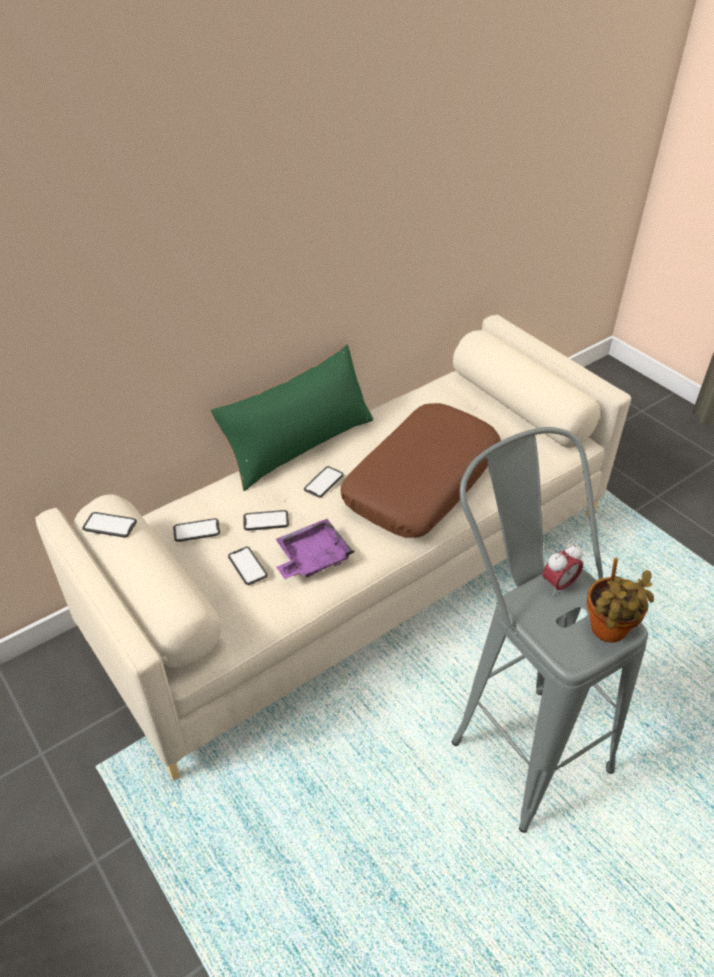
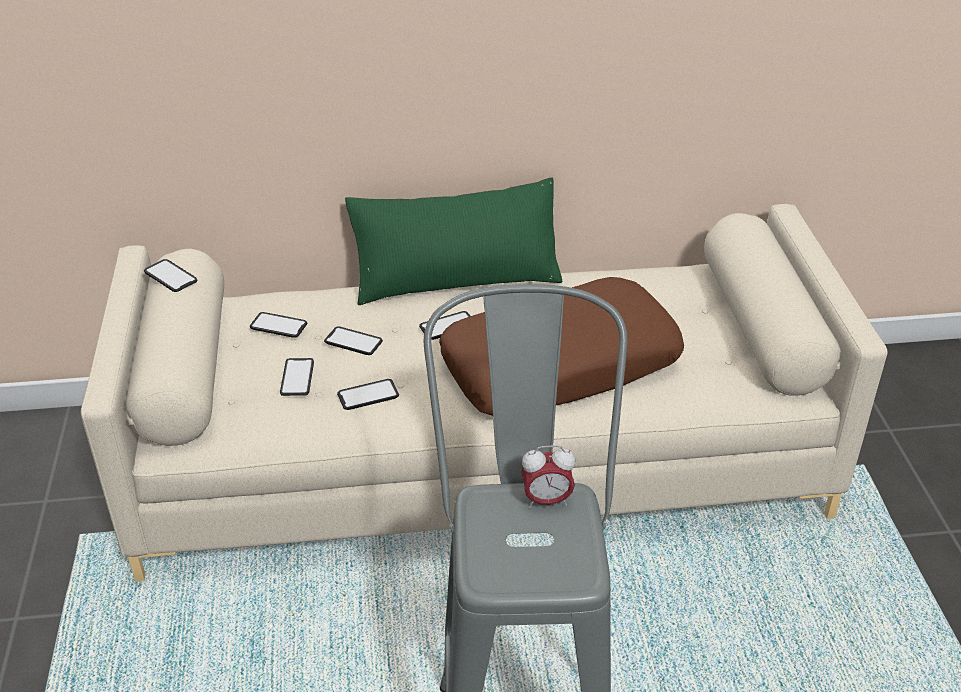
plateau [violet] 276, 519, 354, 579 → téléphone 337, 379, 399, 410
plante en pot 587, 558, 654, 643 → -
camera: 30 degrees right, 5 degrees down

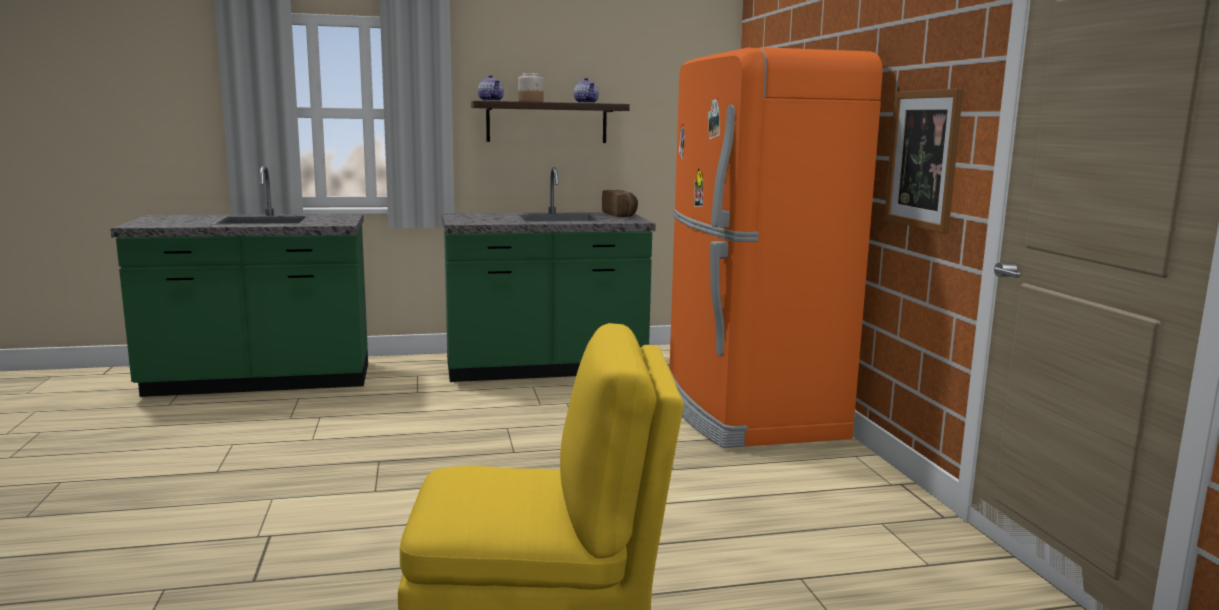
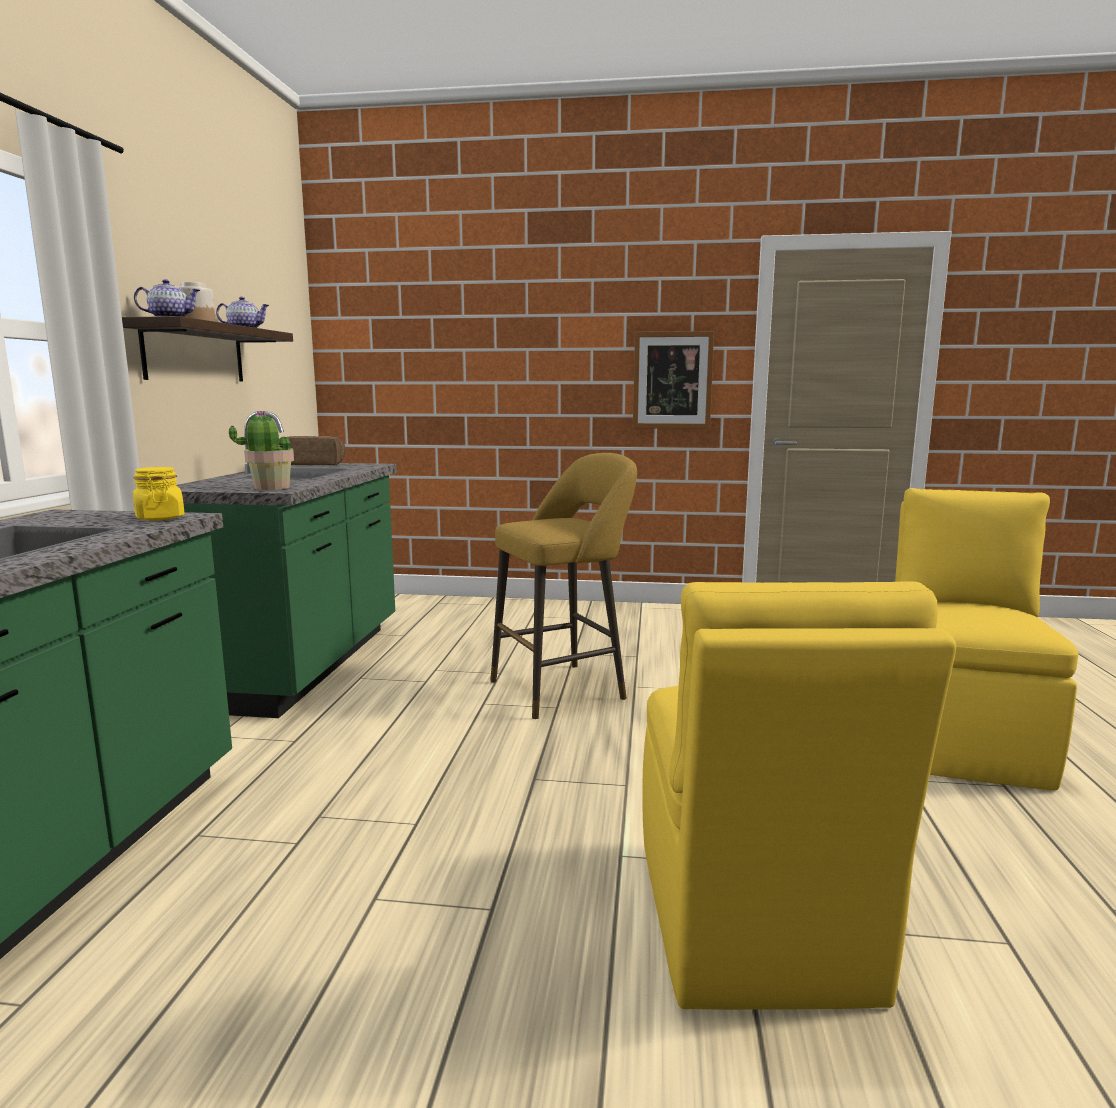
réfrigérateur [orange] 669, 47, 883, 448 → -
- → bocal [jaune] 133, 467, 185, 521
- → plante en pot 229, 411, 294, 490
- → tabouret [jaune] 490, 453, 637, 719
- → chaise [jaune] 642, 582, 956, 1010
camera: 70 degrees left, 0 degrees up

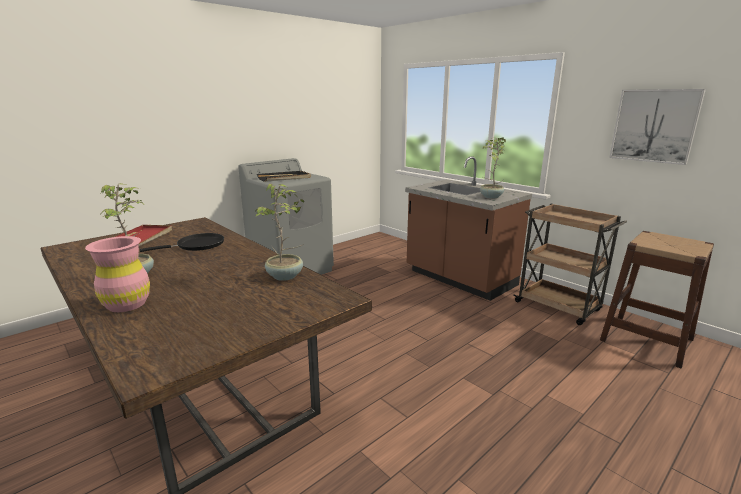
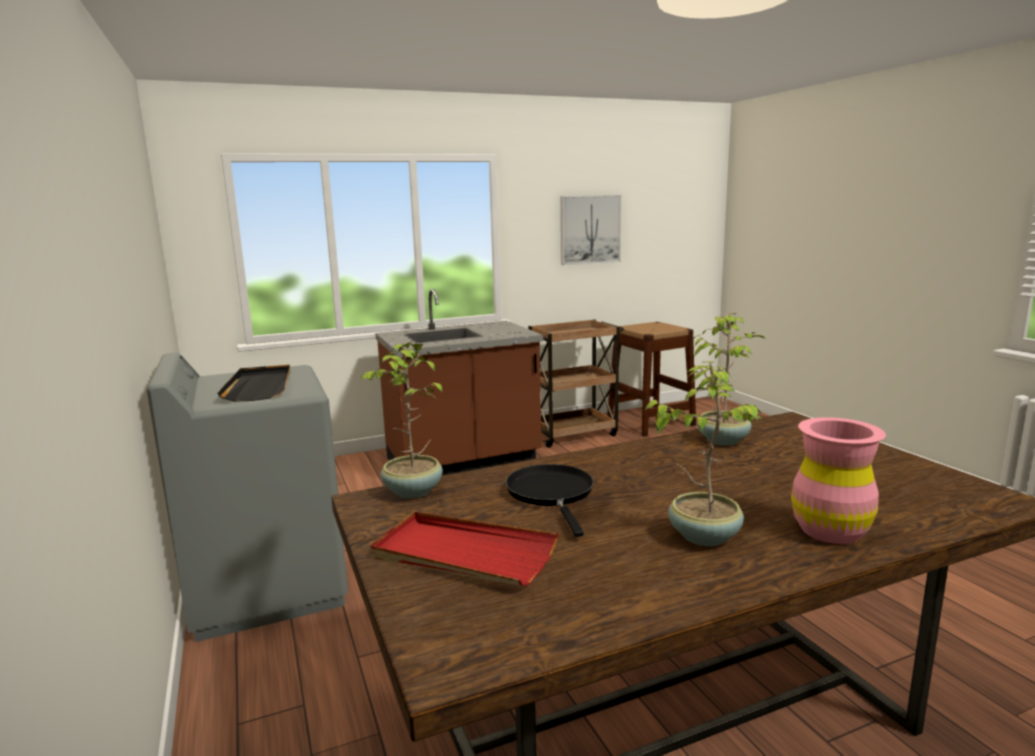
plante en pot 480, 137, 506, 199 → plante en pot 359, 341, 443, 498, relocated
camera: 70 degrees left, 5 degrees down

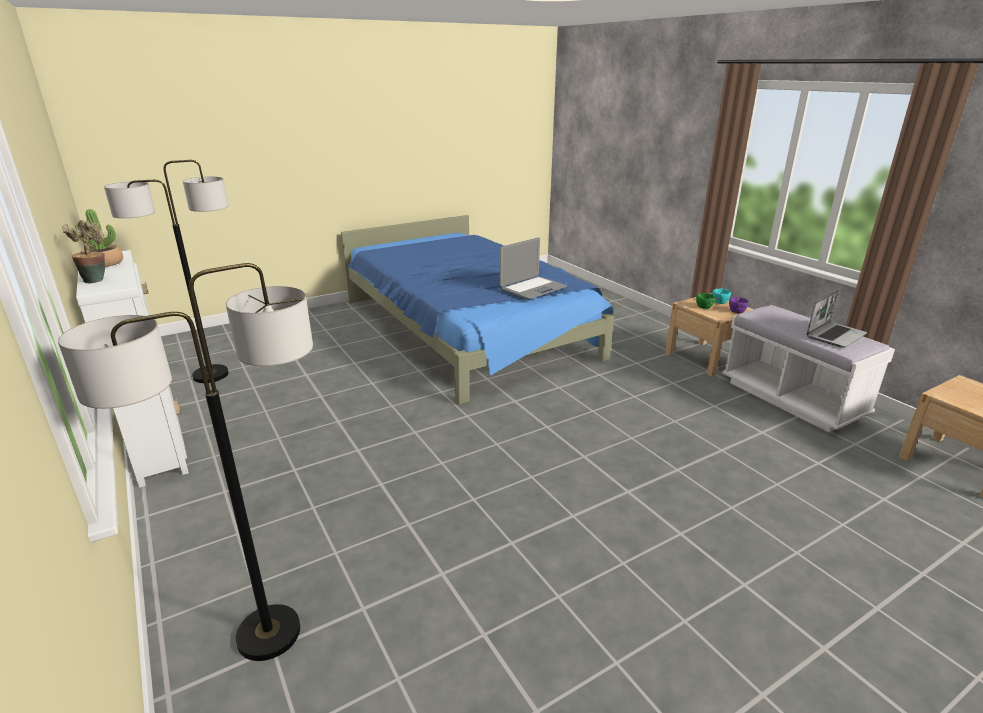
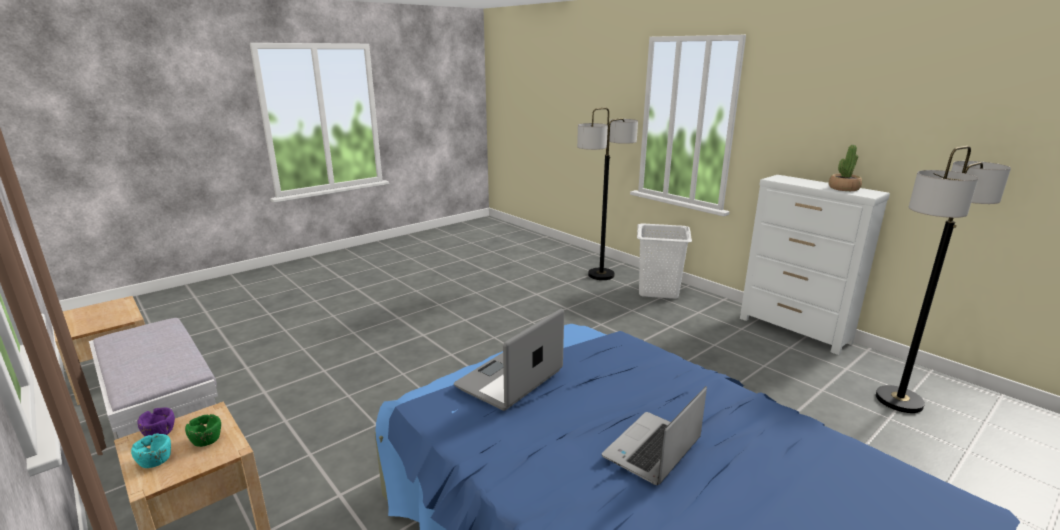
plante en pot 62, 220, 105, 284 → -
ordinateur portable 806, 290, 868, 347 → ordinateur portable 602, 386, 707, 485, relocated
- → panier à linge [blanc] 637, 223, 692, 299
camera: 170 degrees right, 5 degrees down

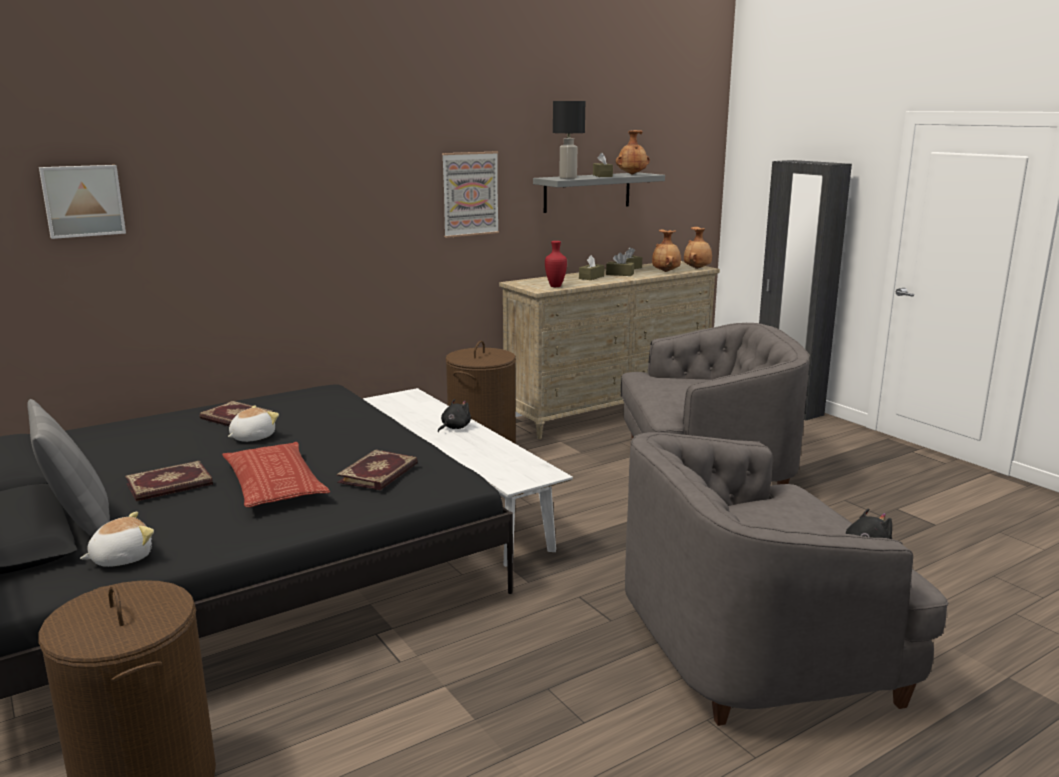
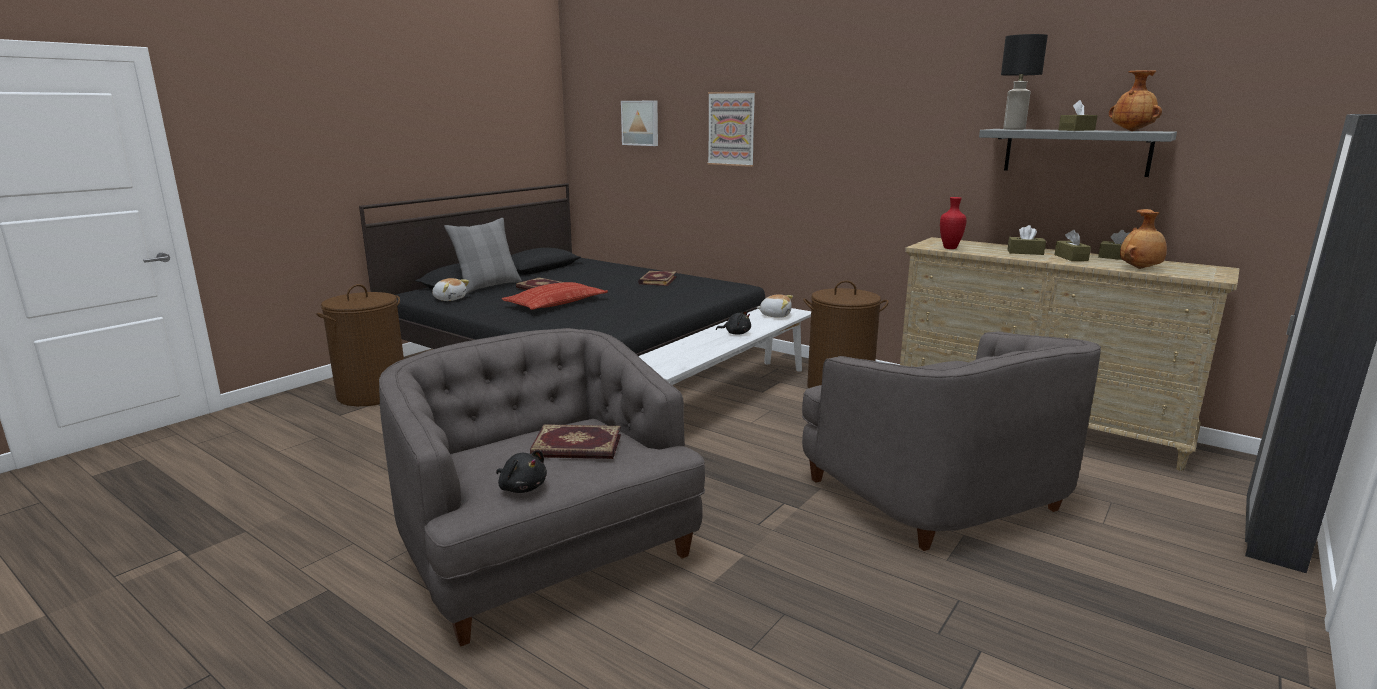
peluche 228, 405, 279, 442 → peluche 756, 294, 793, 318, relocated
livre 337, 449, 418, 490 → livre 530, 424, 621, 459, relocated
tableau 442, 152, 499, 238 → tableau 708, 91, 756, 167, relocated
vase [marron] 684, 227, 712, 269 → -
camera: 70 degrees right, 0 degrees up

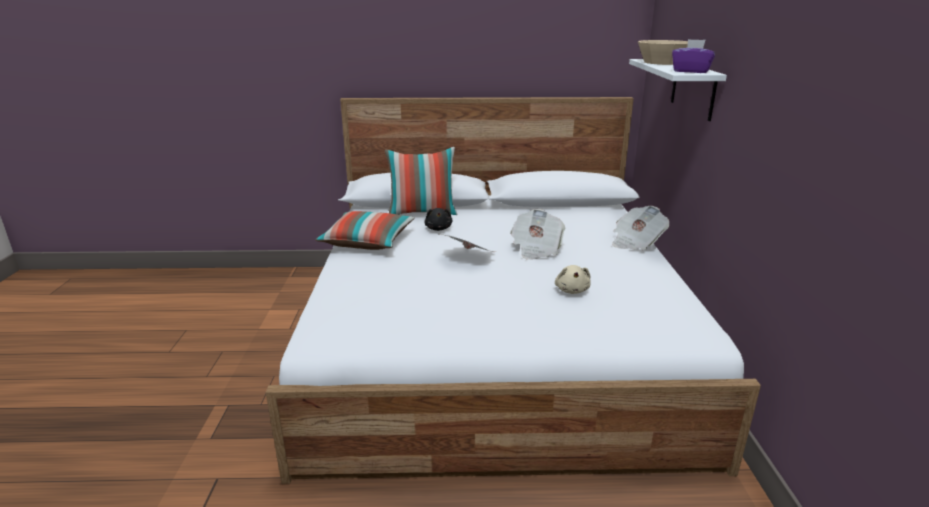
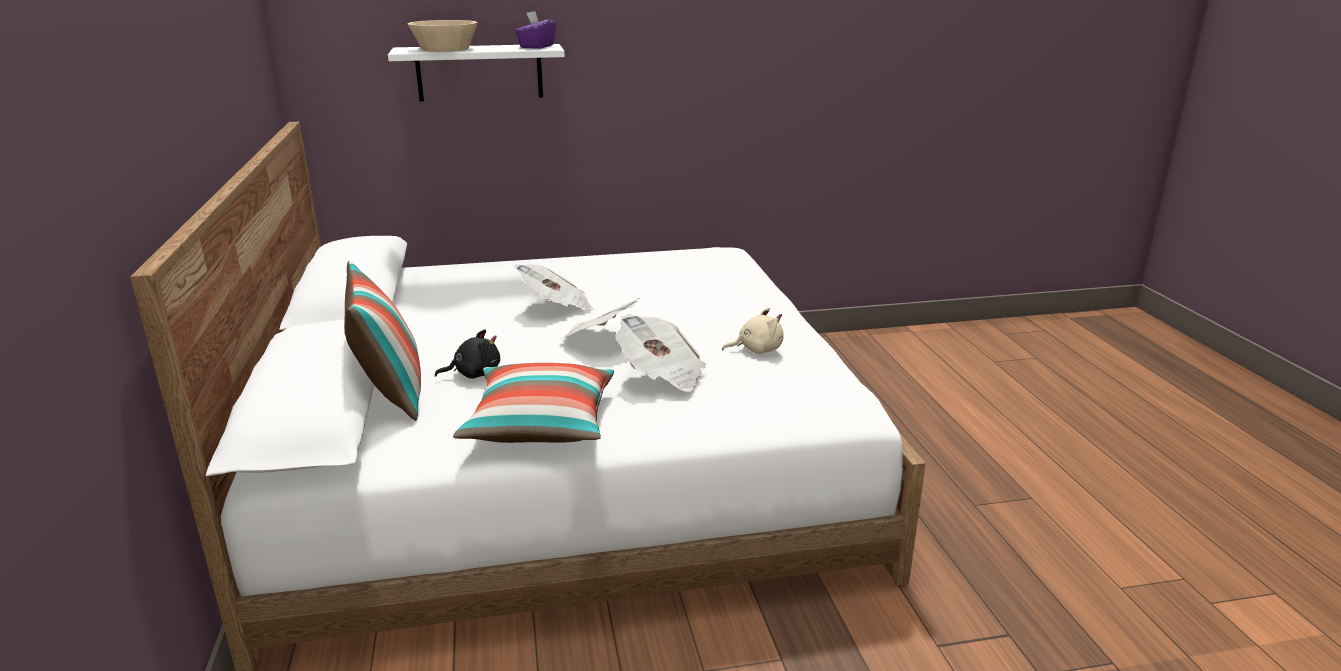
peluche [beige] 555, 265, 591, 294 → peluche [beige] 722, 308, 784, 354, relocated
journal 612, 206, 669, 250 → journal 615, 314, 706, 392, relocated
camera: 100 degrees left, 0 degrees up

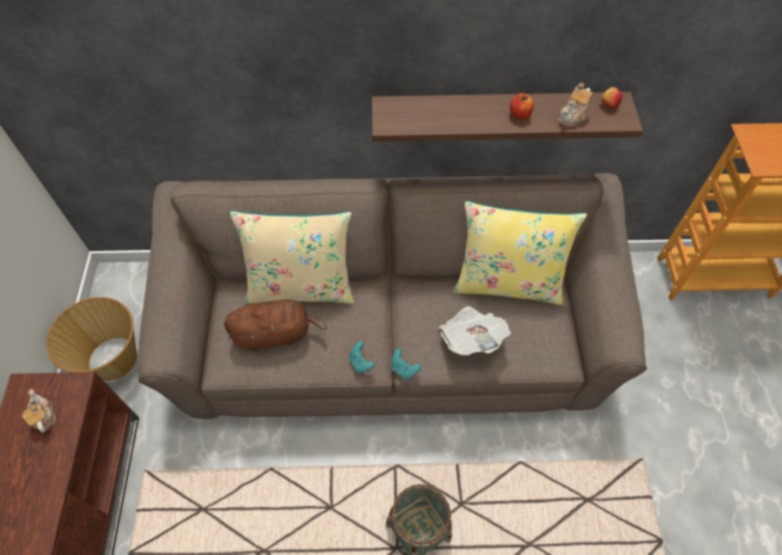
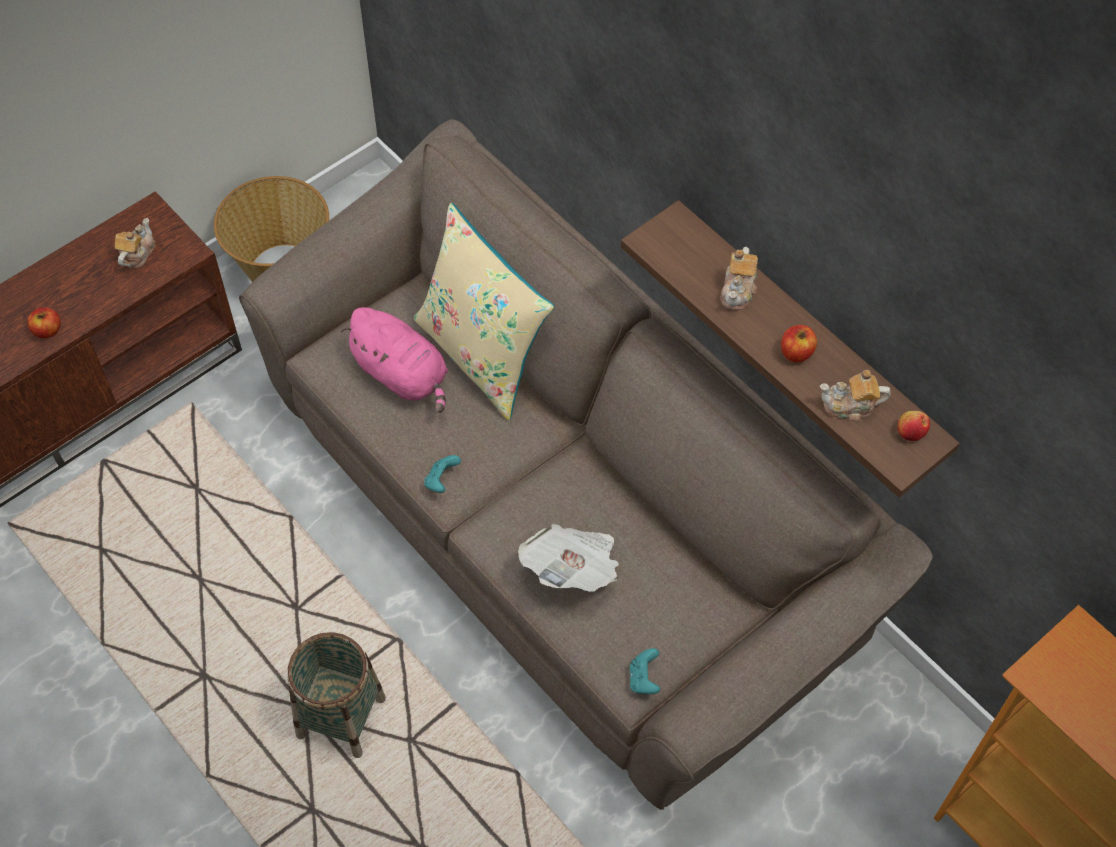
peluche [marron] 224, 299, 327, 351 → peluche [rose] 341, 307, 448, 413
manette [turquoise] 391, 349, 421, 379 → manette [turquoise] 629, 648, 661, 694, relocated
coussin [jaune] 453, 201, 587, 305 → -
- → pomme 27, 307, 61, 338
- → théière 720, 247, 758, 310
camera: 50 degrees right, 0 degrees up

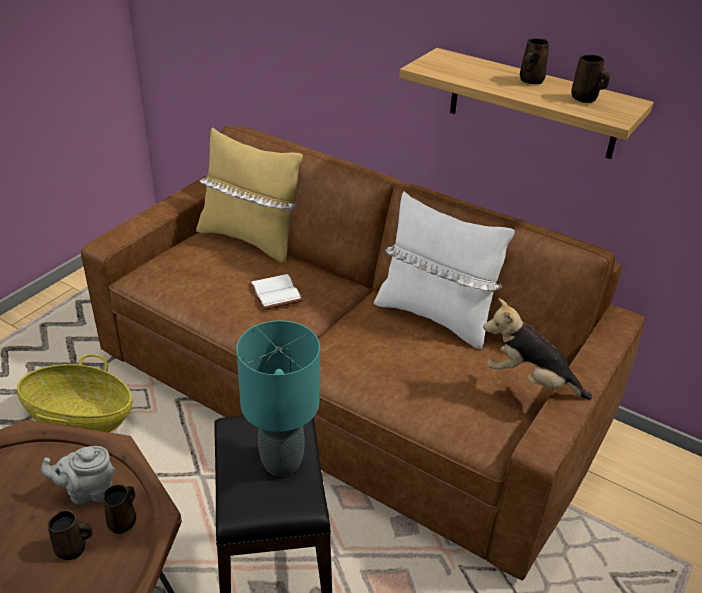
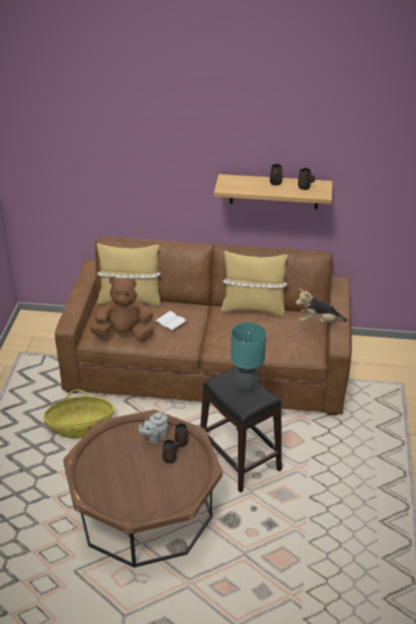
coussin [blanc] 374, 192, 515, 350 → coussin [jaune] 221, 251, 288, 317
- → peluche [marron] 90, 276, 154, 341
camera: 25 degrees left, 0 degrees up

